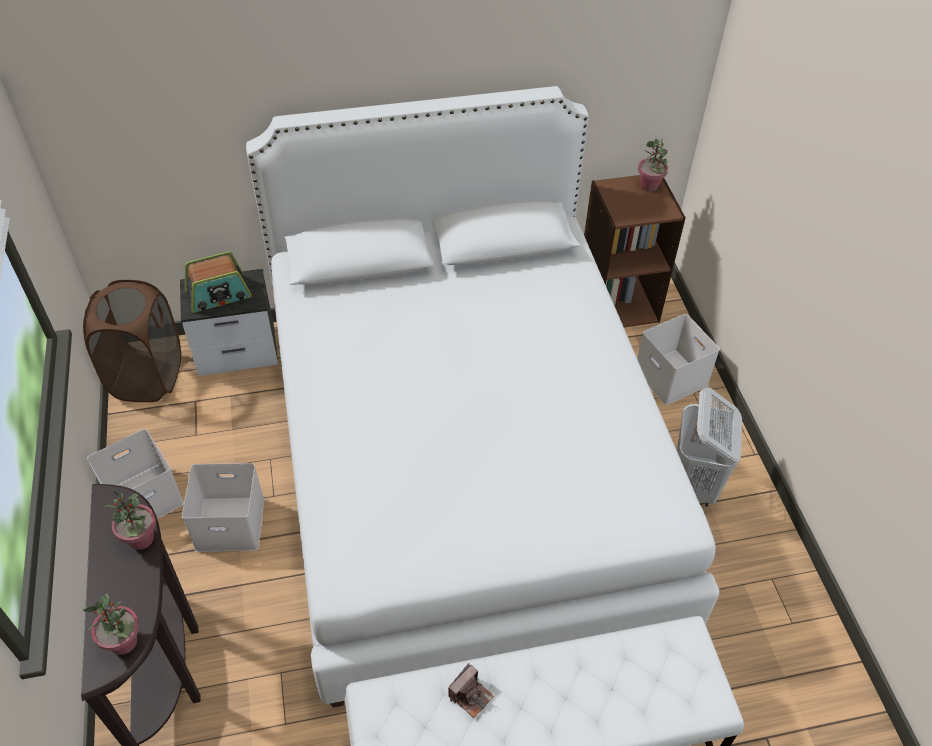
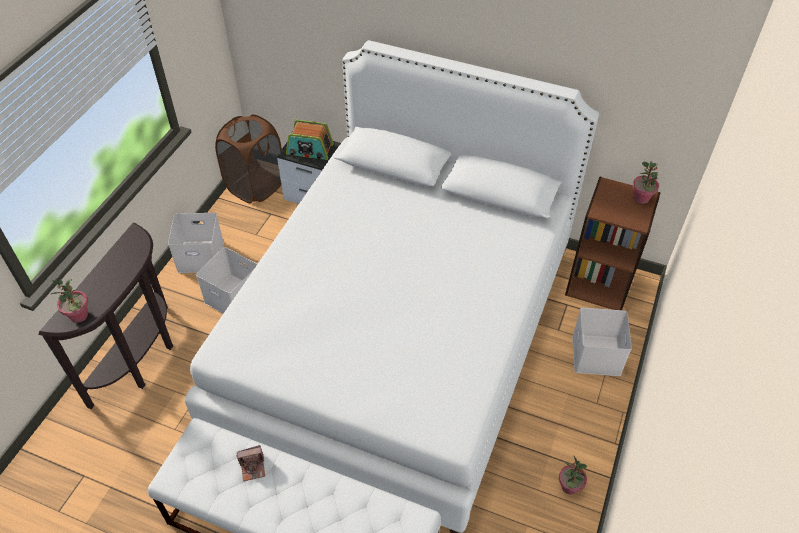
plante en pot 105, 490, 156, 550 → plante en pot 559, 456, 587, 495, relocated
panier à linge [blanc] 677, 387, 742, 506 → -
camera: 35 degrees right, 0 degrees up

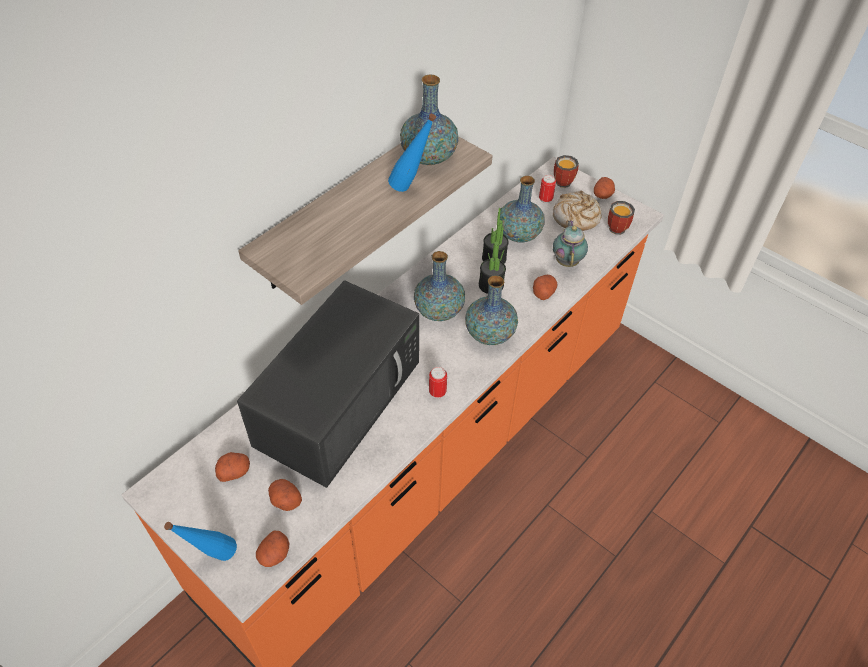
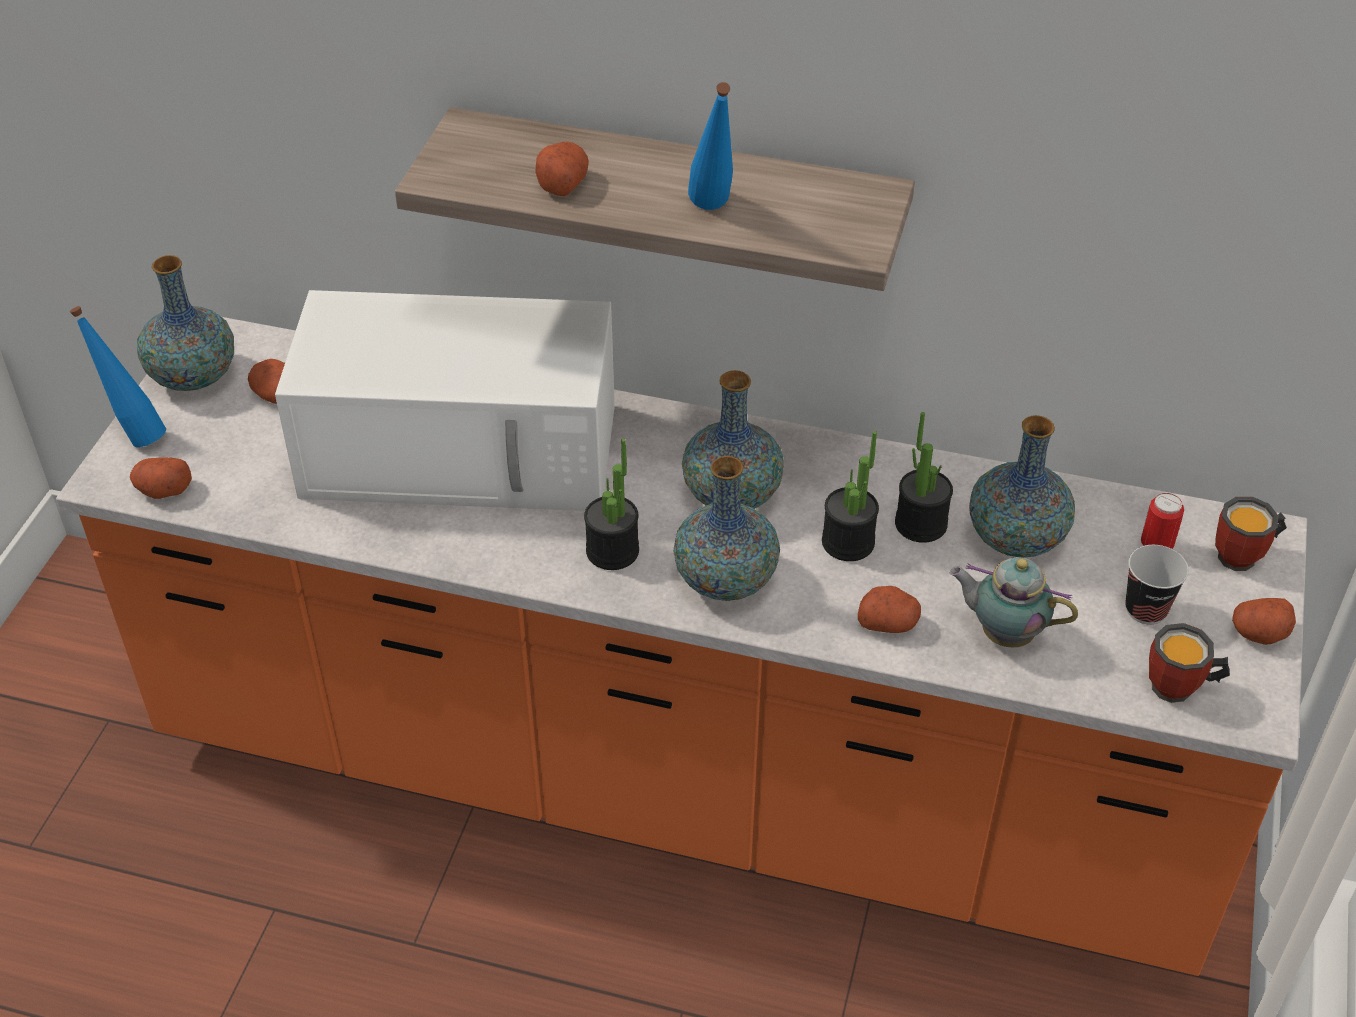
micro-ondes [noir] 237, 280, 419, 488 → micro-ondes [blanc] 275, 290, 615, 511
pomme de terre 268, 479, 302, 511 → pomme de terre 535, 142, 589, 196, relocated
vase 400, 75, 459, 165 → vase 137, 255, 234, 391, relocated
boîte métallique 429, 367, 447, 398 → -
pain 553, 191, 602, 231 → tasse 1125, 545, 1189, 624
théière 553, 220, 588, 267 → théière 950, 557, 1078, 648, 135 degrees counterclockwise
- → plante en pot 584, 439, 639, 570
camera: 65 degrees right, 5 degrees down

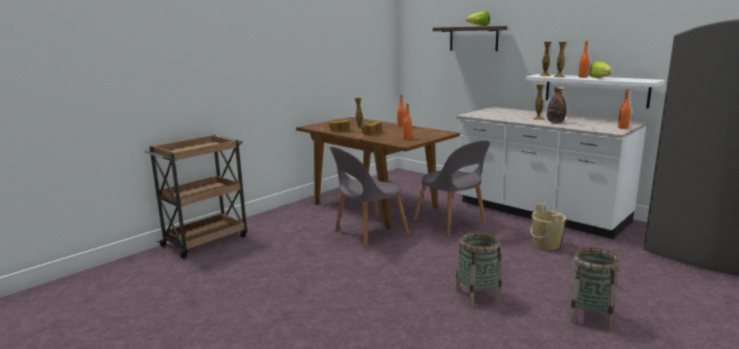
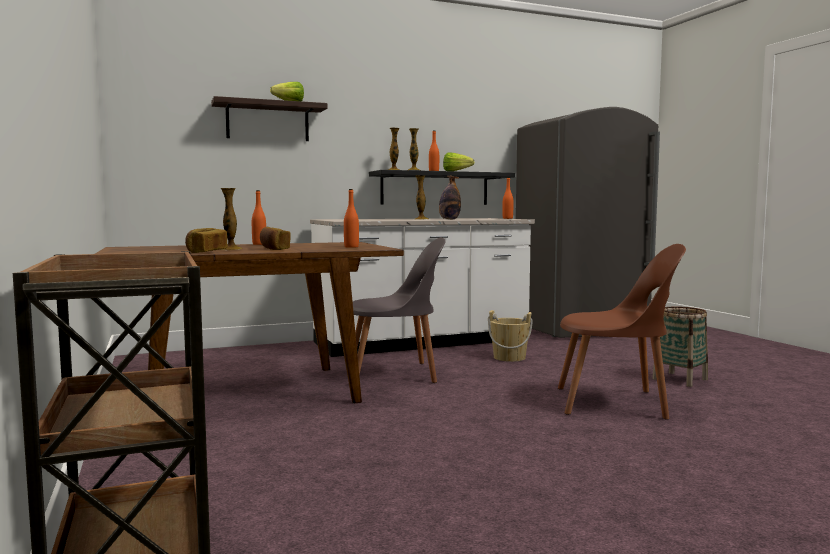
chaise [gris] 330, 147, 410, 249 → -
panier 455, 232, 502, 307 → chaise [marron] 558, 244, 686, 420
étagère [blanc] 525, 74, 665, 109 → étagère [noir] 369, 170, 515, 205
camera: 65 degrees left, 10 degrees down

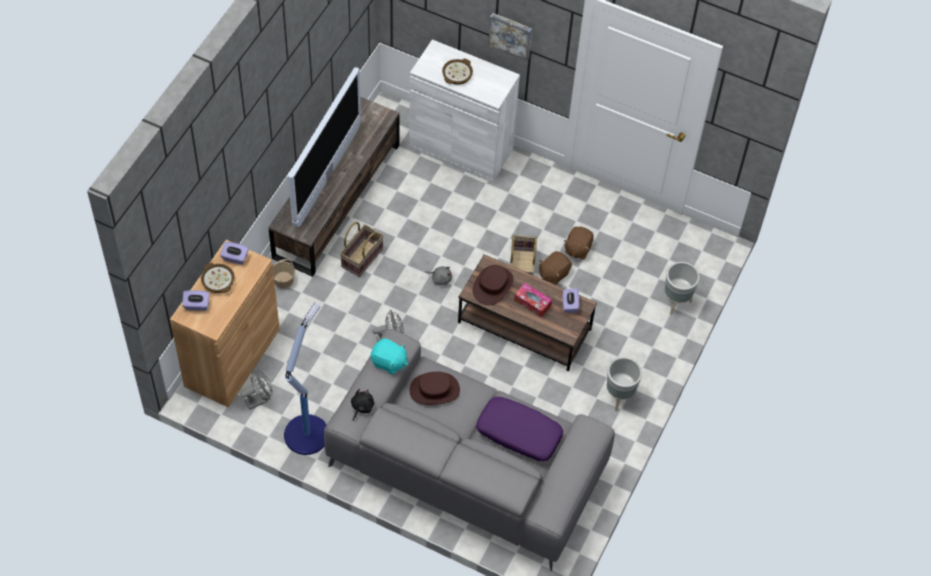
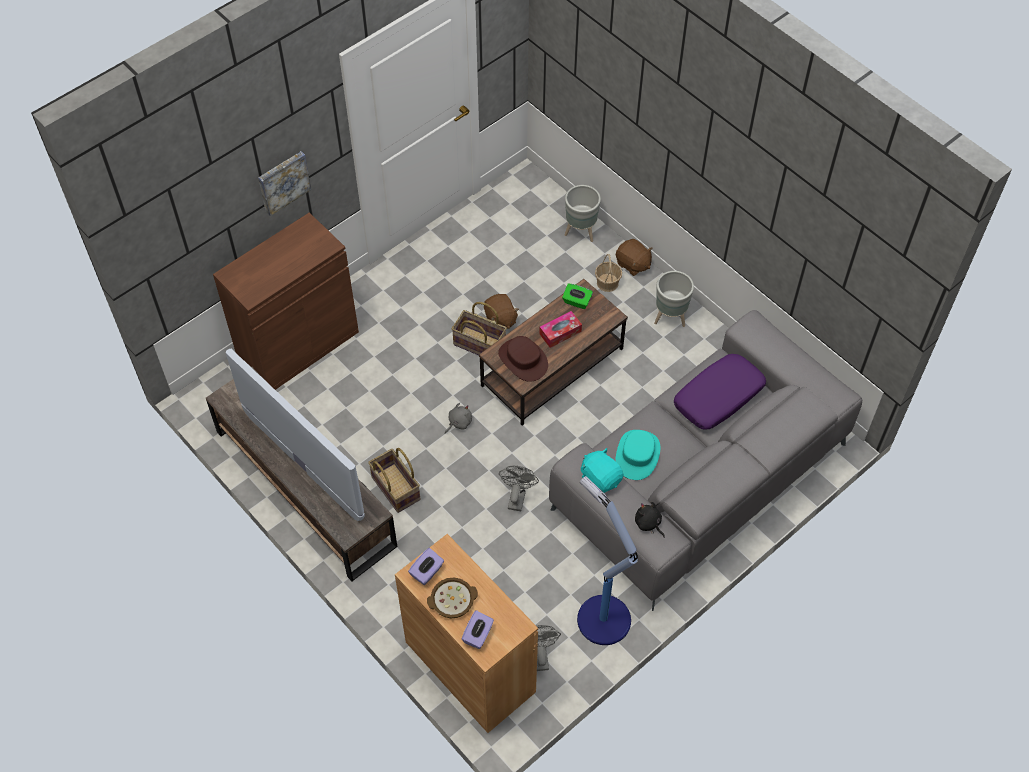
panier 272, 259, 296, 289 → panier 595, 254, 622, 292, relocated
peluche [turquoise] 370, 338, 408, 375 → peluche [turquoise] 580, 448, 624, 493, 90 degrees counterclockwise
meuble de rangement [blanc] 409, 40, 520, 183 → meuble de rangement [marron] 213, 213, 359, 390
chapeau [marron] 410, 372, 460, 405 → chapeau [turquoise] 615, 430, 660, 480
bol 442, 58, 473, 85 → -
boîte à mouchoirs [violet] 563, 288, 579, 313 → boîte à mouchoirs [vert] 562, 284, 593, 309
peluche [marron] 564, 227, 594, 259 → peluche [marron] 616, 239, 652, 276, relocated
camera: 65 degrees left, 0 degrees up

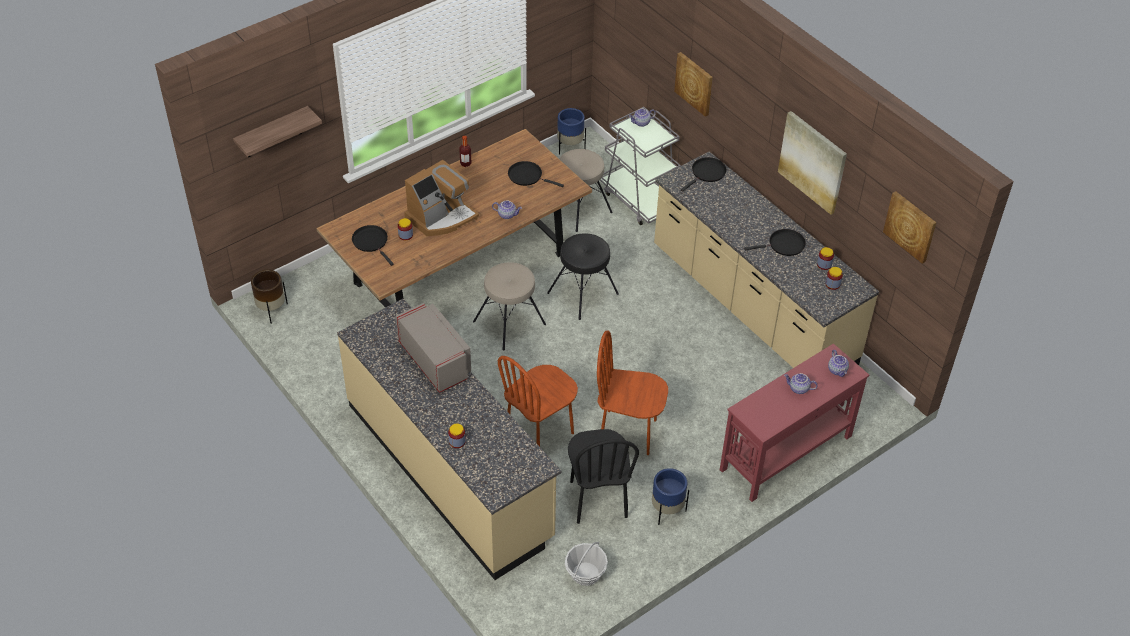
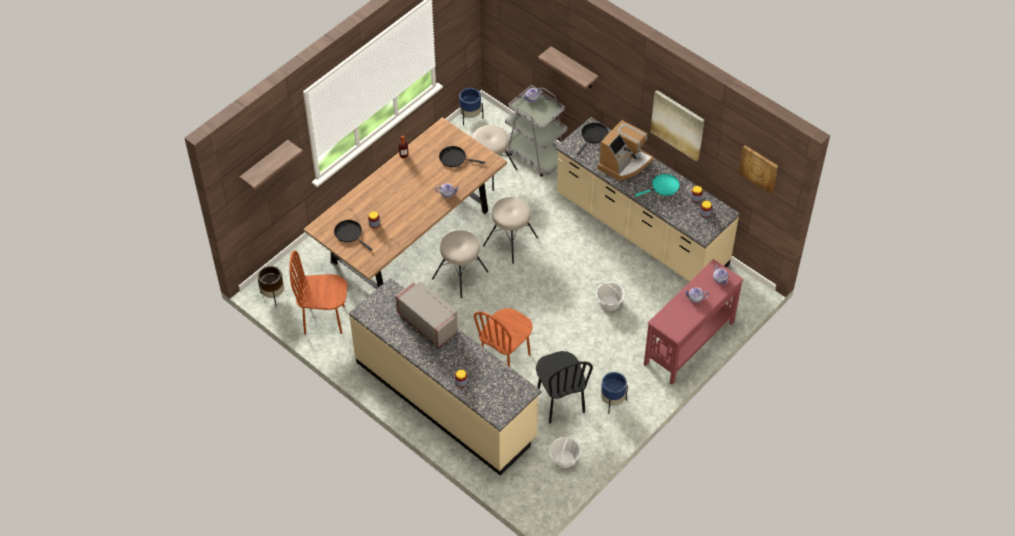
machine à café 404, 160, 479, 236 → machine à café 597, 120, 654, 181, relocated
tabouret [noir] 547, 233, 619, 320 → tabouret [beige] 483, 197, 538, 264
chaise [marron] 597, 330, 668, 455 → chaise [marron] 289, 250, 347, 335, relocated
tableau 674, 52, 713, 117 → étagère 538, 46, 598, 89
poêle [noir] 744, 229, 806, 256 → poêle [turquoise] 635, 174, 680, 196
- → panier 596, 282, 625, 311
camera: 10 degrees left, 5 degrees up

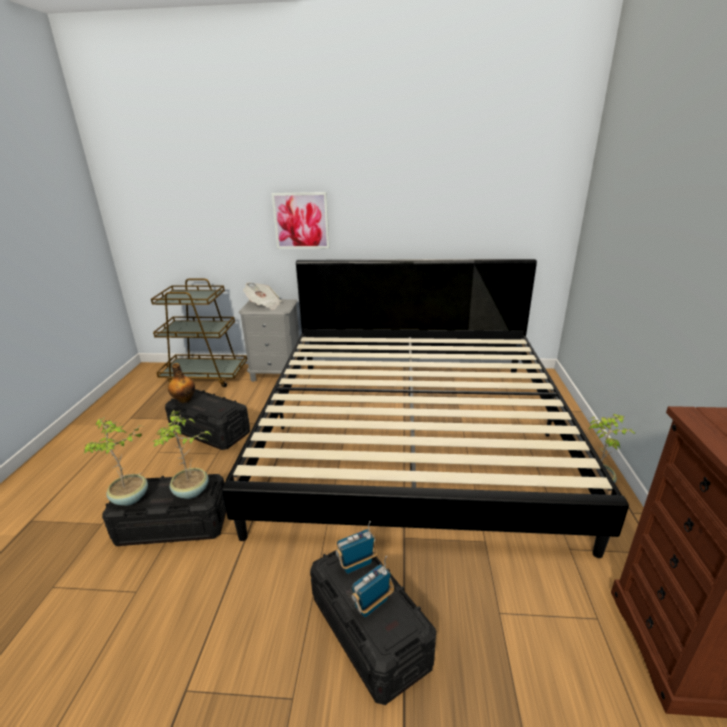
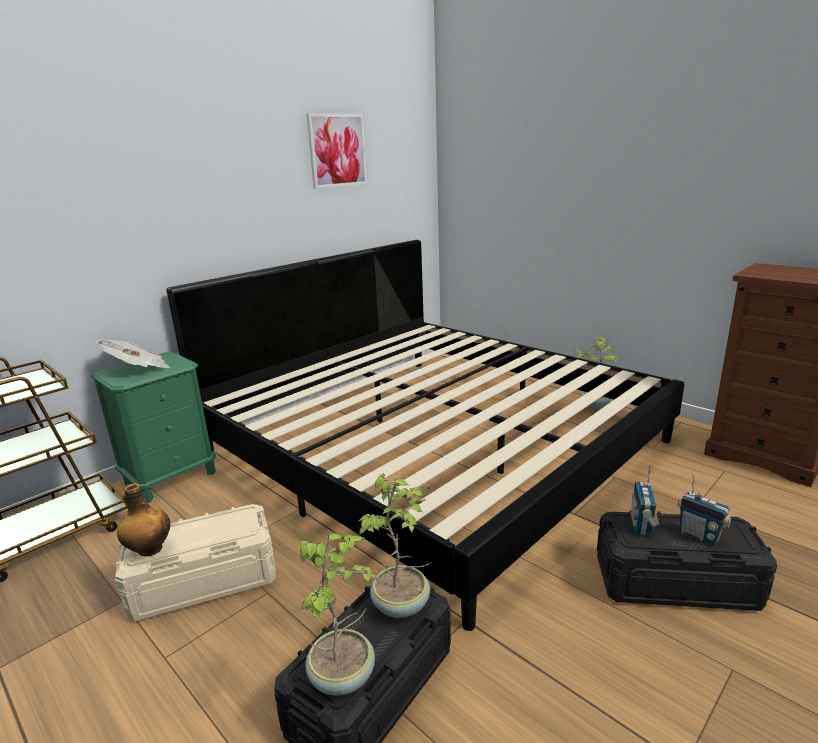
boîte de rangement [noir] 165, 389, 250, 450 → boîte de rangement [beige] 115, 504, 276, 622
table de chevet [gris] 238, 299, 301, 382 → table de chevet [vert] 90, 351, 216, 503
tableau 271, 192, 330, 249 → tableau 307, 113, 367, 189, relocated
radio 352, 556, 394, 617 → radio 678, 474, 731, 546, 45 degrees counterclockwise
camera: 50 degrees left, 5 degrees down

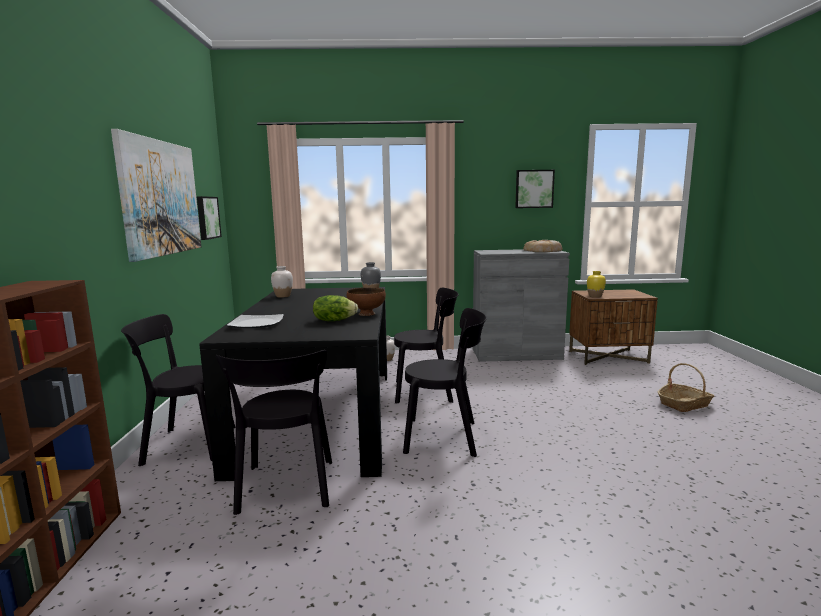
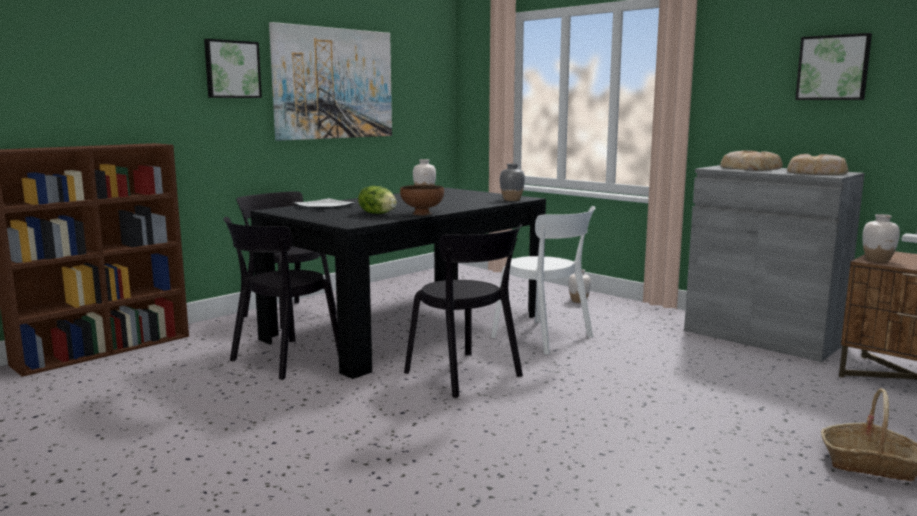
tableau 197, 196, 222, 240 → tableau 204, 39, 262, 98, relocated
chaise [noir] 394, 288, 459, 404 → chaise [blanc] 491, 206, 595, 355
vase [jaune] 587, 271, 606, 298 → vase [blanc] 862, 214, 900, 263
- → pain 720, 150, 783, 171
camera: 45 degrees right, 0 degrees up

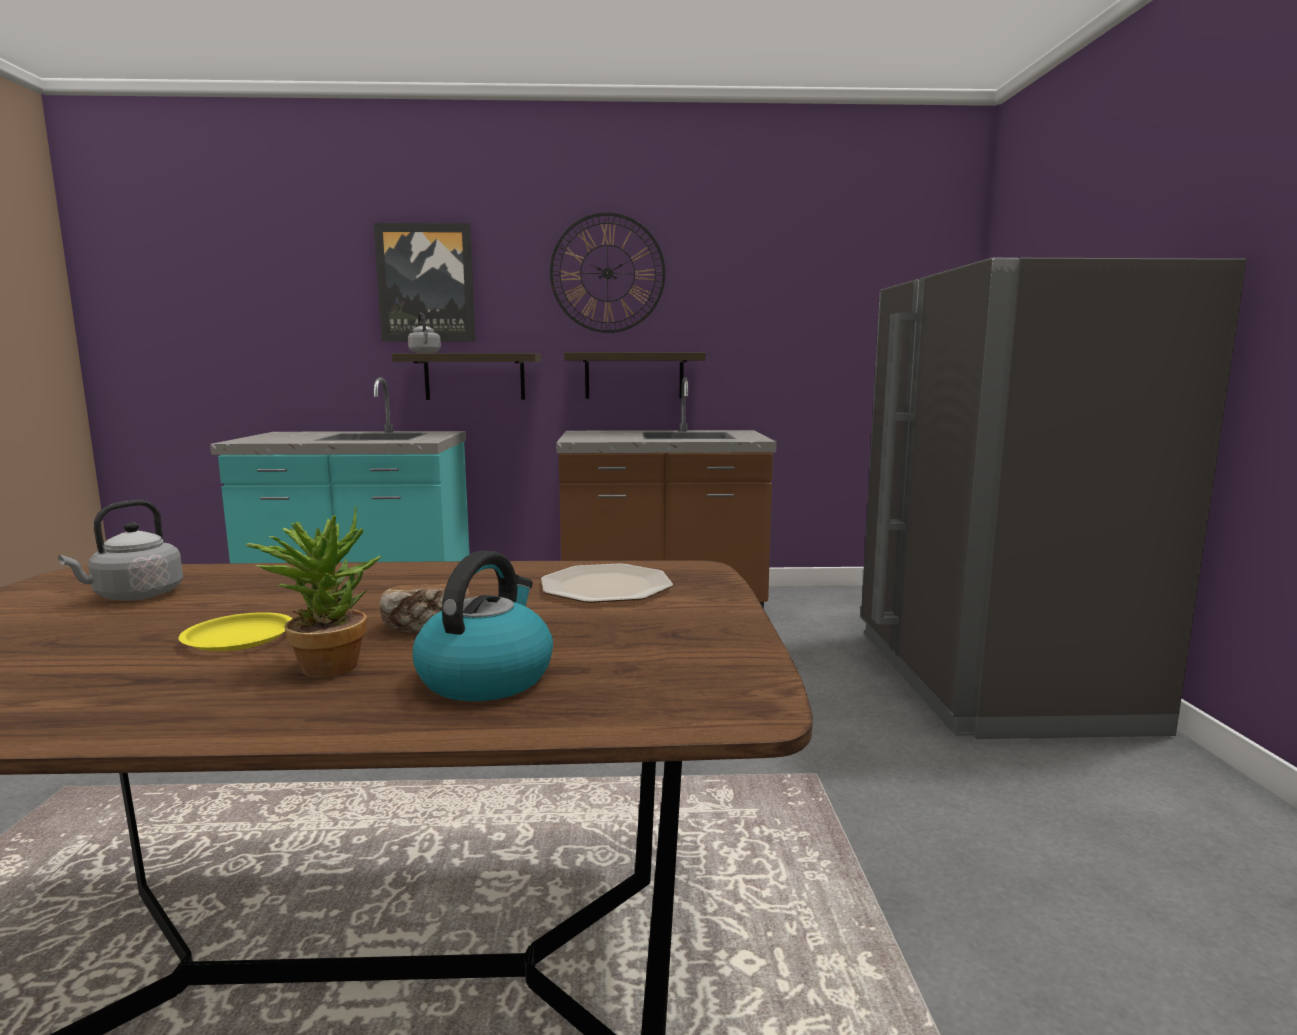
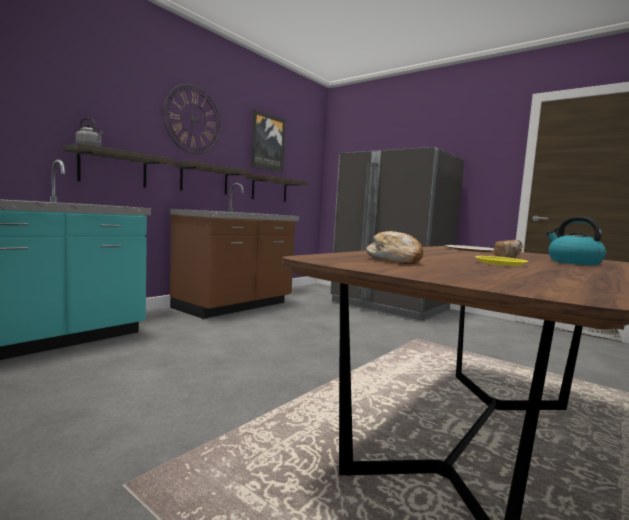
bouilloire [gris] 58, 500, 183, 601 → pain 366, 231, 423, 264
plante en pot 246, 506, 381, 678 → -
tableau 374, 223, 476, 342 → tableau 251, 109, 286, 172, relocated
- → étagère 246, 175, 308, 202
camera: 50 degrees left, 5 degrees down

